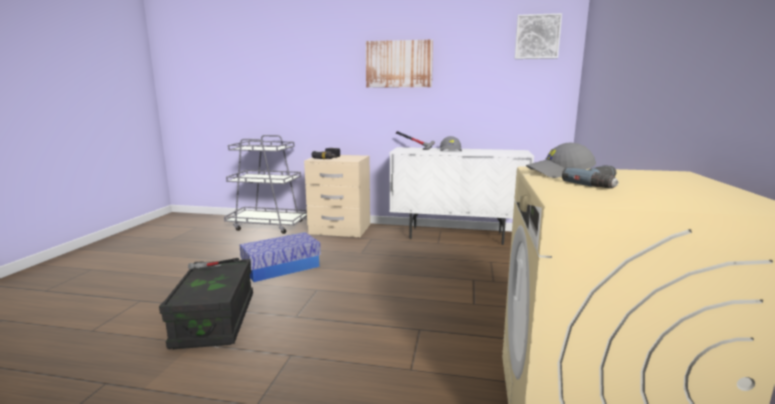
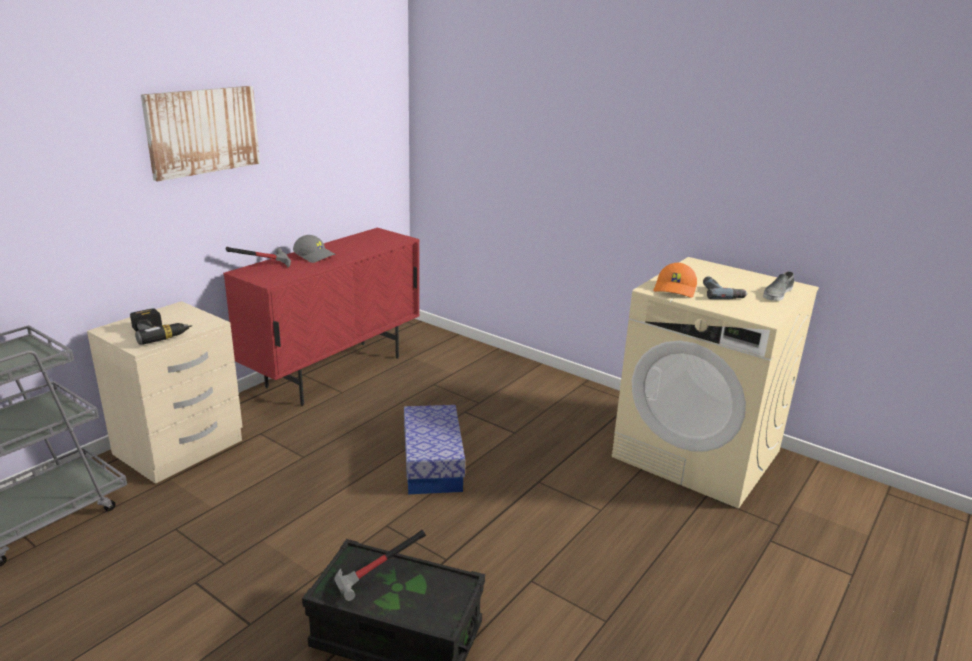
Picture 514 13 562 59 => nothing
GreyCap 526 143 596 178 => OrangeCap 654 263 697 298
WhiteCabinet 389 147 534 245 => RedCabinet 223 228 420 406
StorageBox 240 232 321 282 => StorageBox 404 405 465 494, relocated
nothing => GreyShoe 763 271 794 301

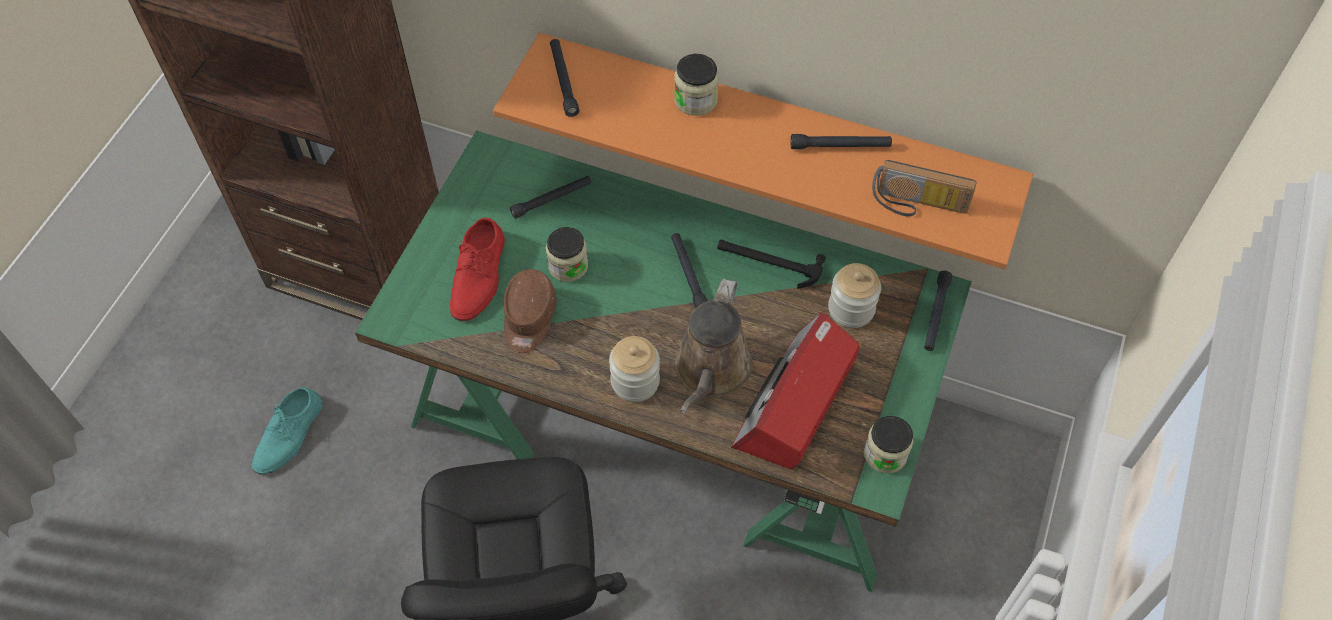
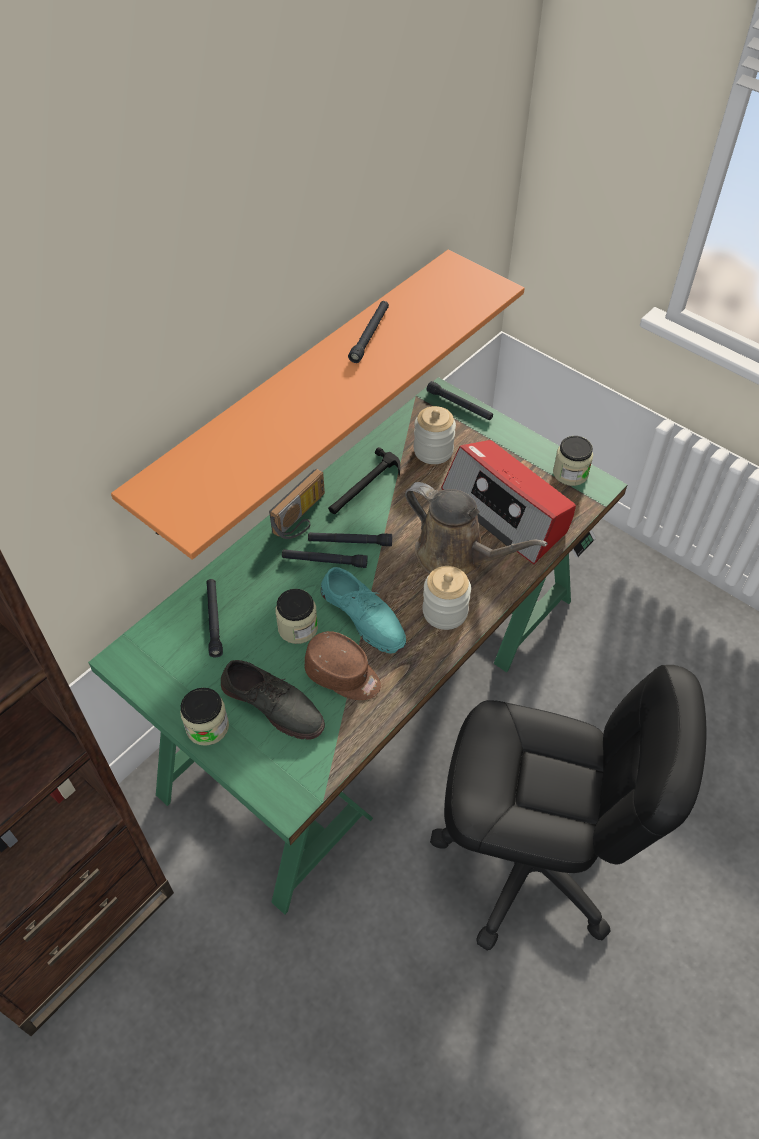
BlackFlashlight 550 39 579 117 => BlackFlashlight 282 549 368 568, relocated
Jar 674 54 719 116 => Jar 180 688 229 746, relocated
Radio 872 160 977 217 => Radio 269 469 325 539, relocated
RedShoe 450 218 505 321 => GreyShoe 221 660 325 740
TurquoiseShoe 252 387 323 475 => TurquoiseShoe 321 567 406 654, relocated

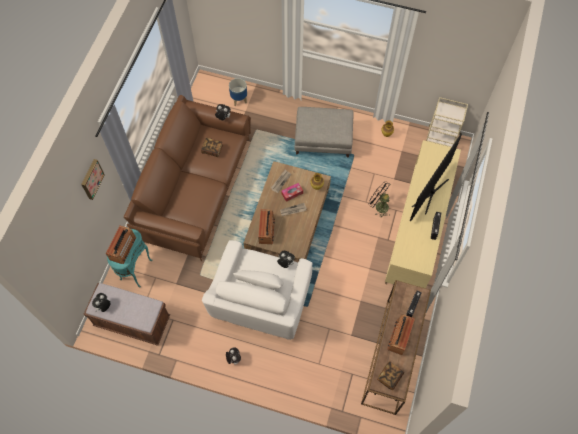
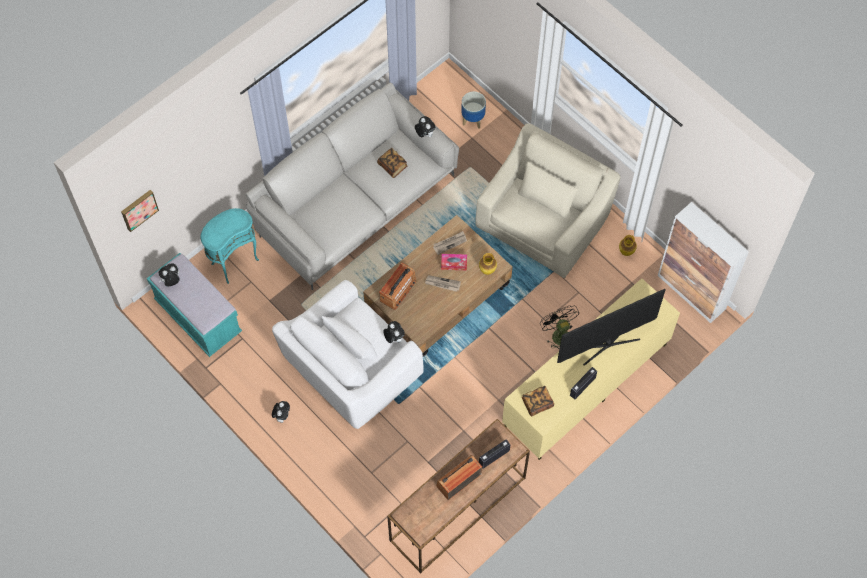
BrownSofa 124 95 251 261 => GreySofa 245 83 459 290
BeigeCart 426 97 468 147 => Cabinet 658 202 749 323
GreyOttoman 295 107 353 157 => BeigeArmchair 476 123 621 278
Picture 81 159 105 200 => Picture 121 190 159 232, relocated
Radio 106 226 136 264 => nothing
BrownBench 84 283 170 346 => TurquoiseBench 147 253 242 357
Book 377 361 404 390 => Book 522 386 554 417, relocated

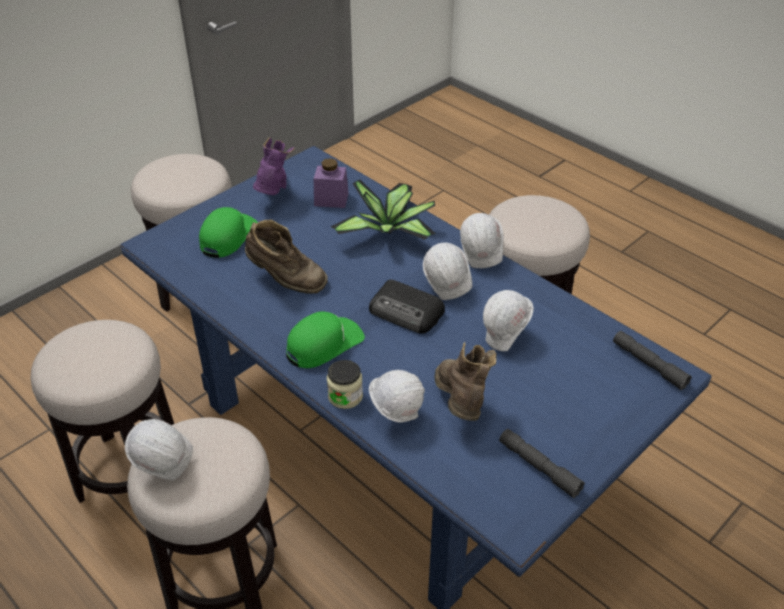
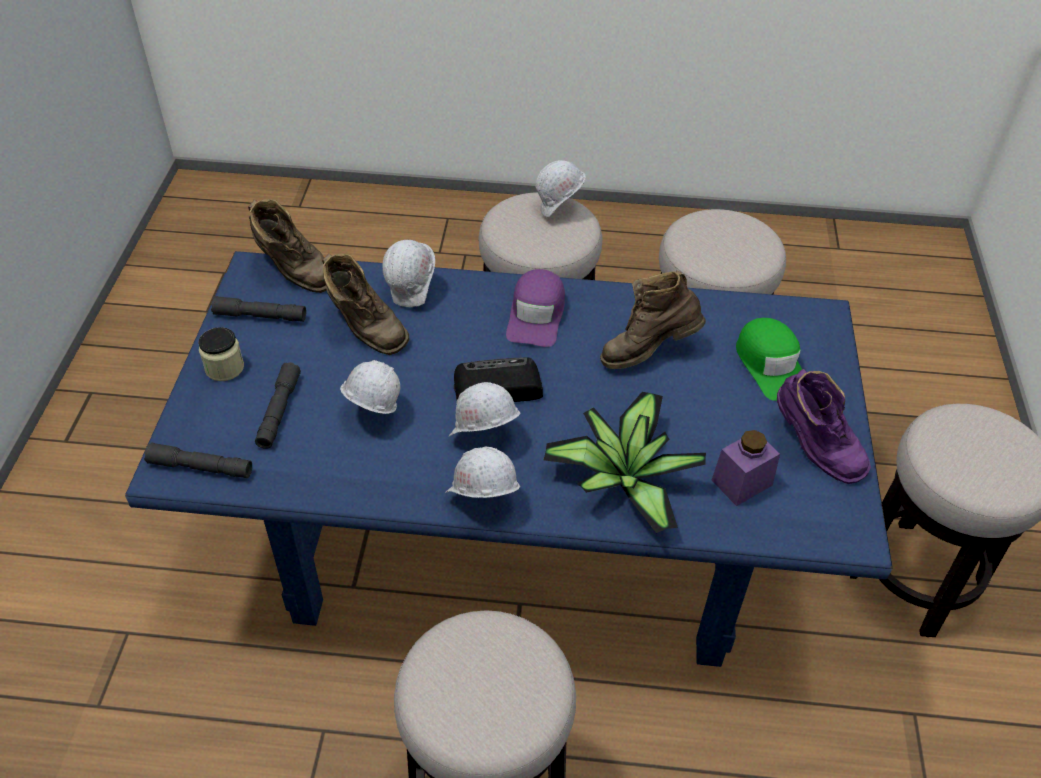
GreenCap 286 312 365 368 => PurpleCap 506 269 565 347
Jar 327 360 363 409 => Jar 198 327 244 381, relocated
nothing => BrownBoot 248 199 327 293
nothing => GreyFlashlight 255 362 301 449

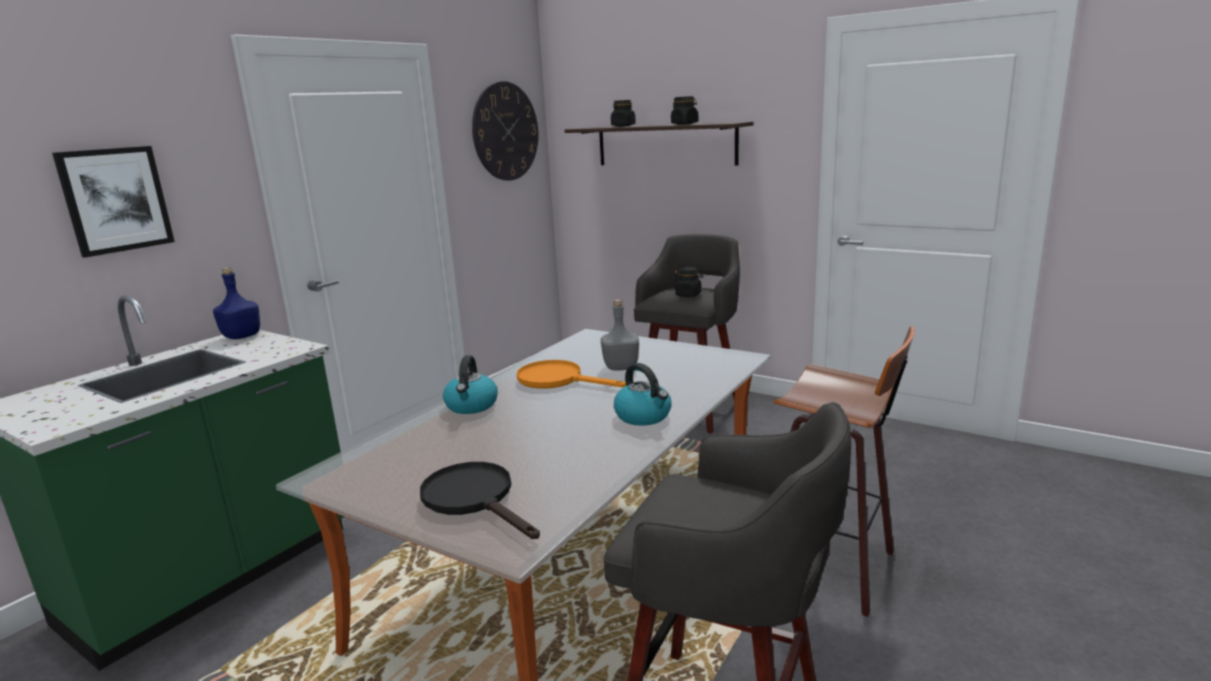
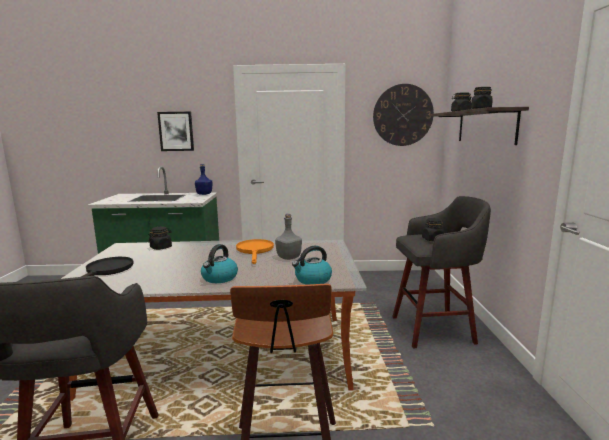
Kettle 443 355 498 414 => Kettle 292 246 332 285, relocated
nothing => BlackJar 148 227 172 250

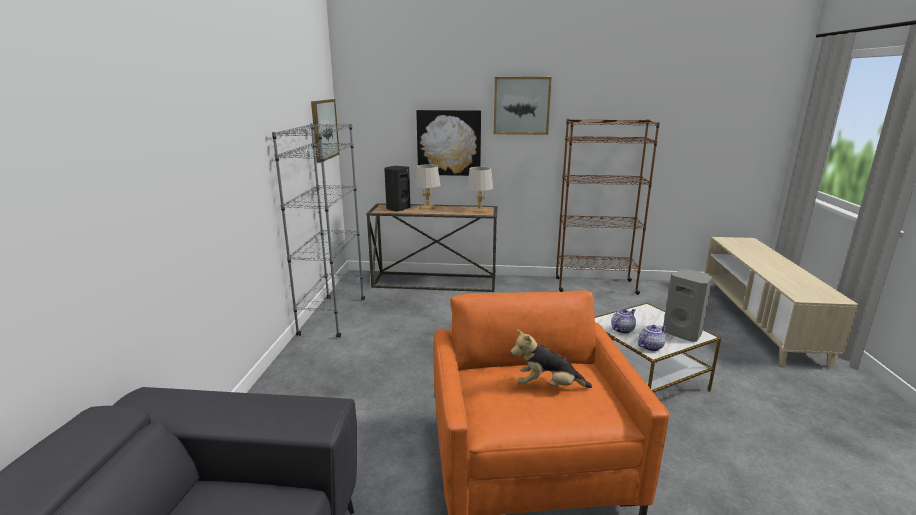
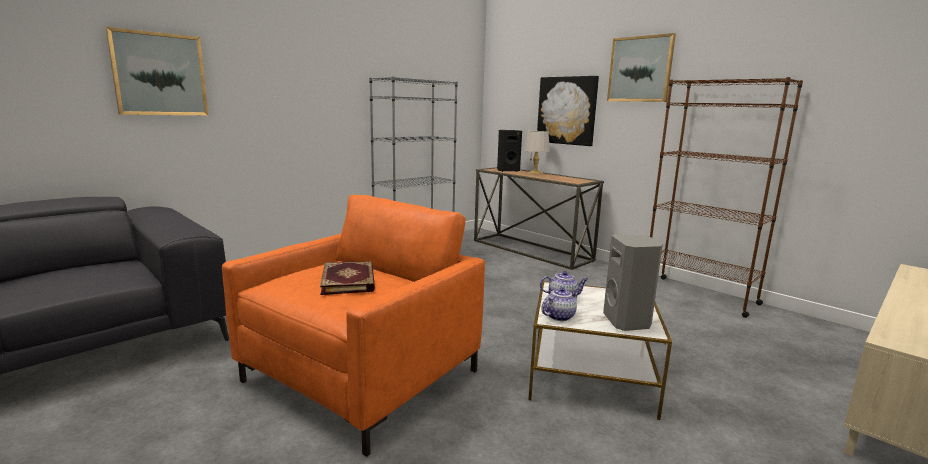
Picture 311 99 339 163 => Picture 105 27 208 115, relocated
GreyTableLamp 467 167 493 212 => nothing
Teapot 638 325 667 351 => Teapot 541 287 579 321, 45 degrees counterclockwise
PlushToy 511 329 592 388 => Book 320 261 375 295

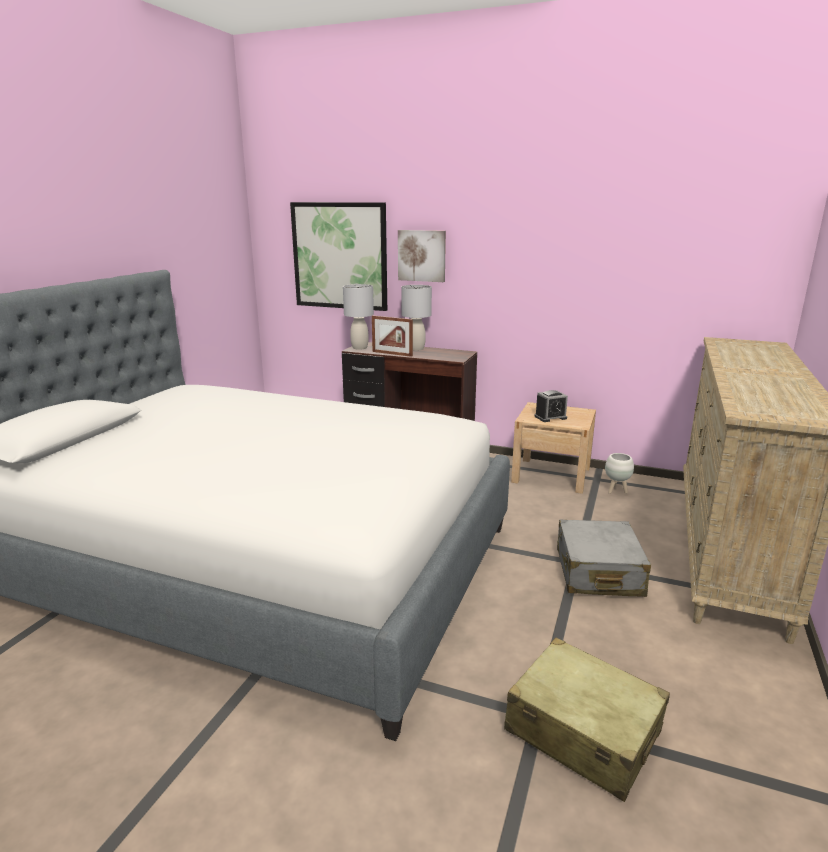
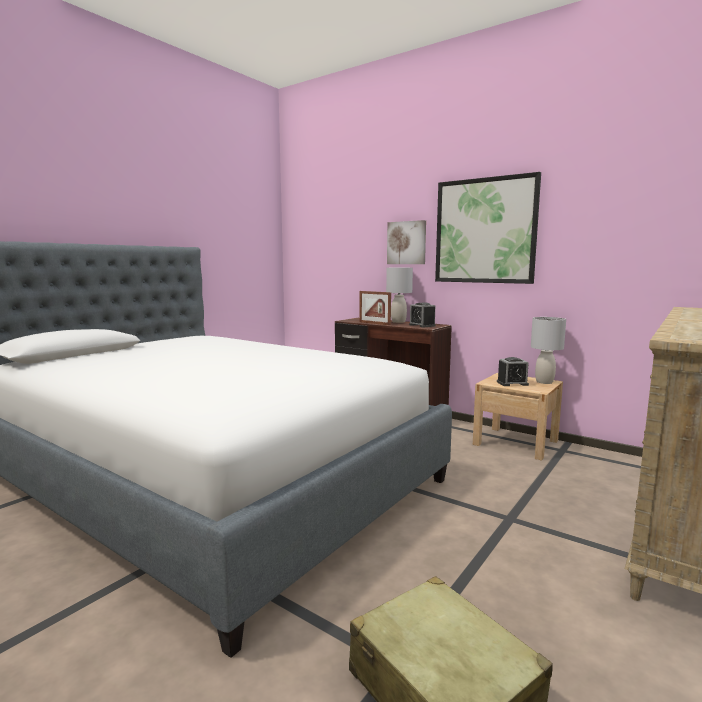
Picture 290 202 387 311 => Picture 435 172 541 284, relocated
GreyTableLamp 343 284 374 350 => GreyTableLamp 531 317 566 384, relocated
WhitePlanter 605 453 634 494 => nothing
GreySuitcase 557 519 651 597 => nothing
nothing => AlarmClock 409 302 436 327

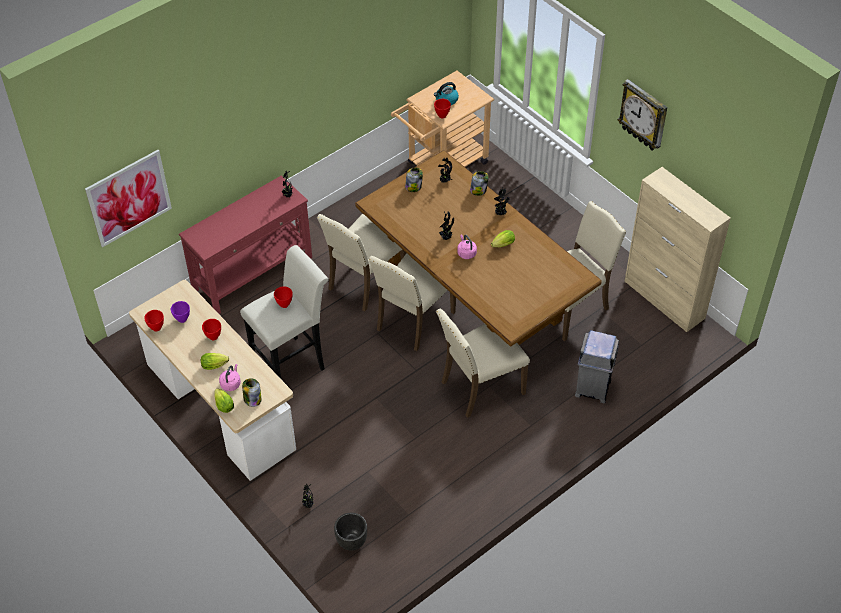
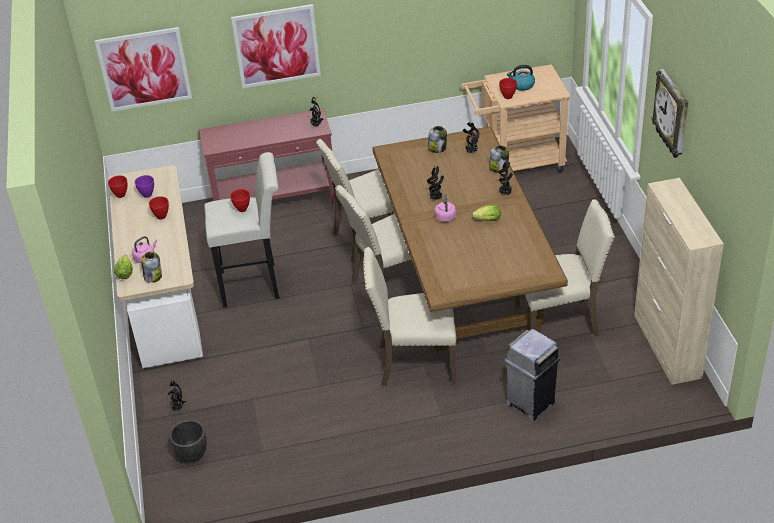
Lettuce 201 353 229 370 => nothing
nothing => Picture 231 4 321 89

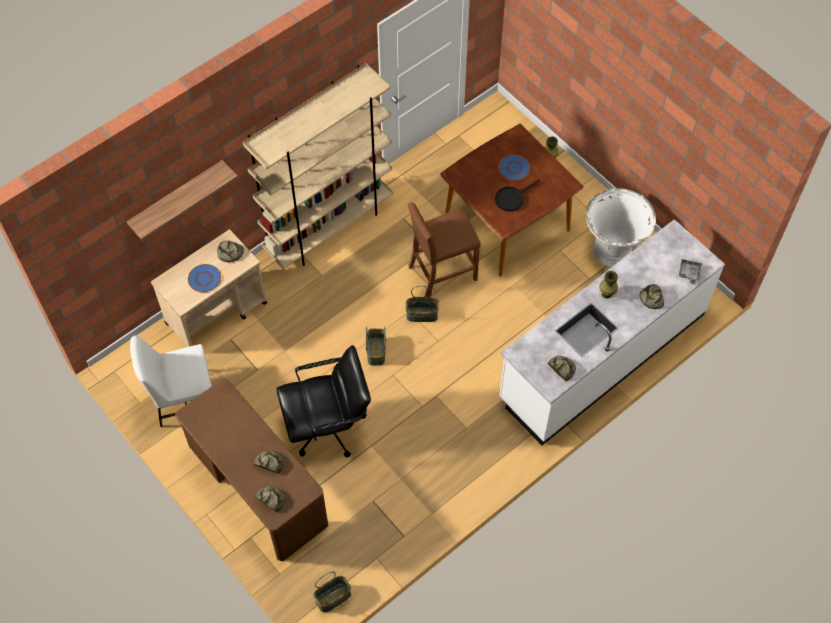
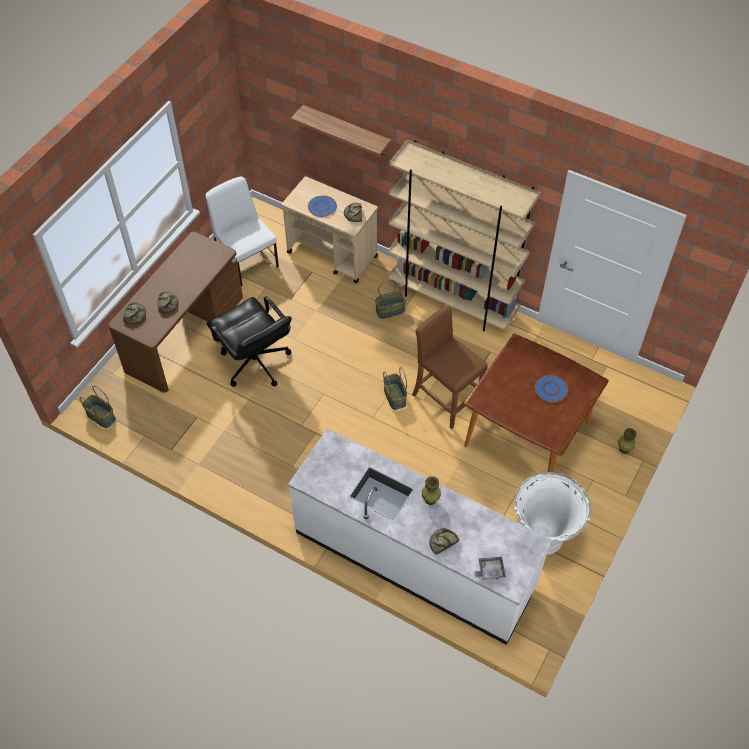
BlackFryingPan 495 180 540 211 => nothing
Basket 366 327 386 366 => Basket 375 280 406 319, relocated
Bread 548 356 576 381 => nothing

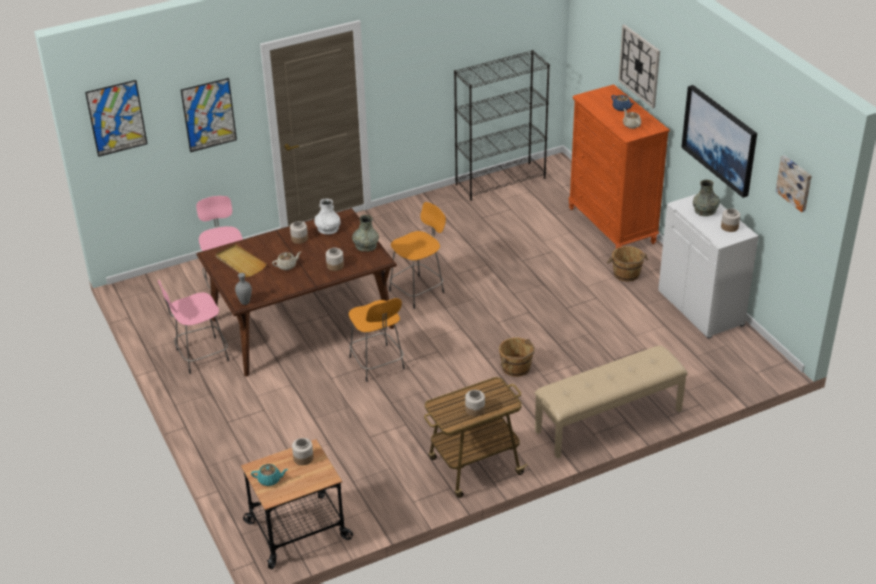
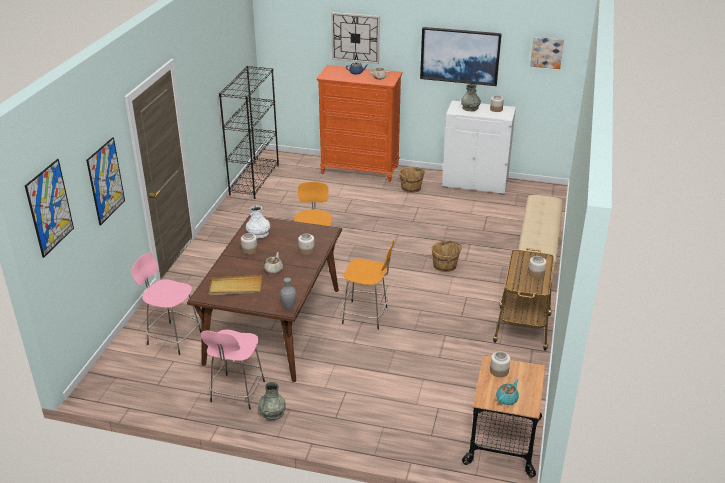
GreyVase 352 215 379 252 => GreyVase 258 382 286 420, relocated

